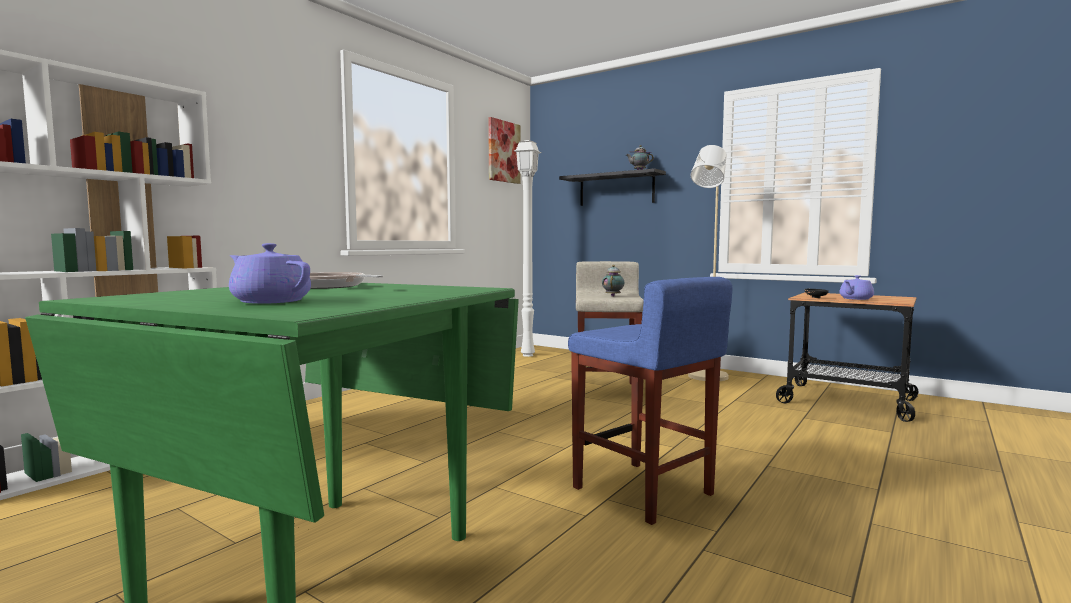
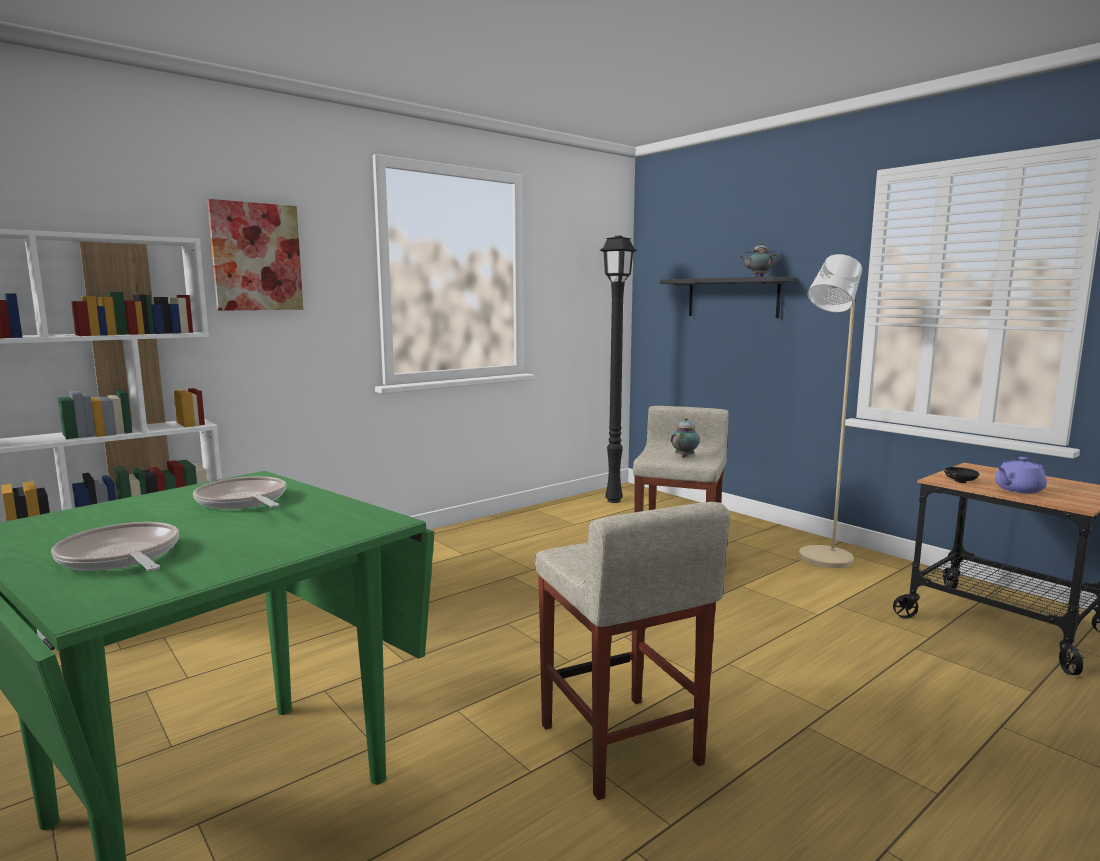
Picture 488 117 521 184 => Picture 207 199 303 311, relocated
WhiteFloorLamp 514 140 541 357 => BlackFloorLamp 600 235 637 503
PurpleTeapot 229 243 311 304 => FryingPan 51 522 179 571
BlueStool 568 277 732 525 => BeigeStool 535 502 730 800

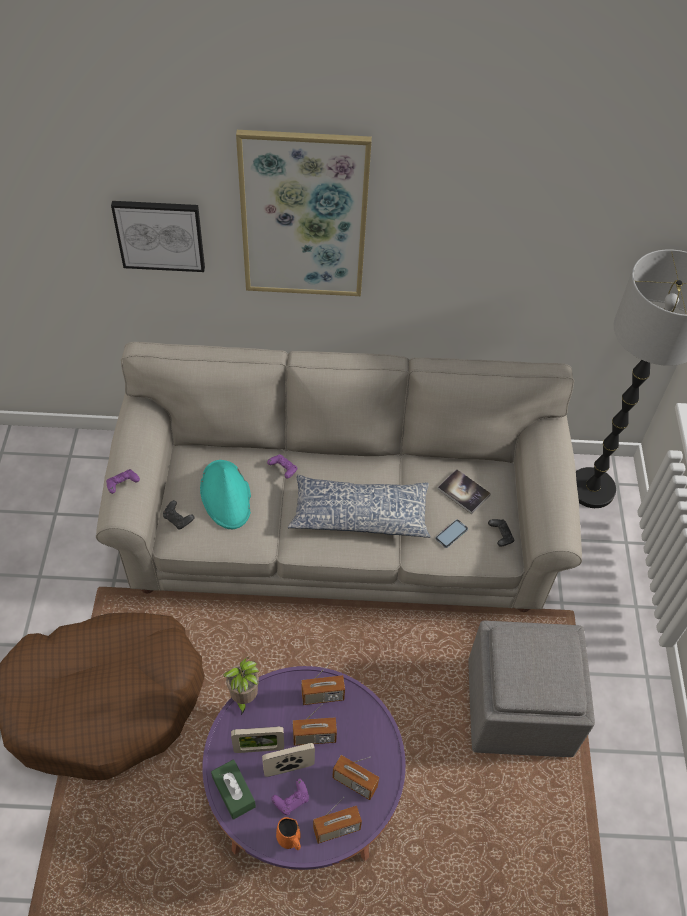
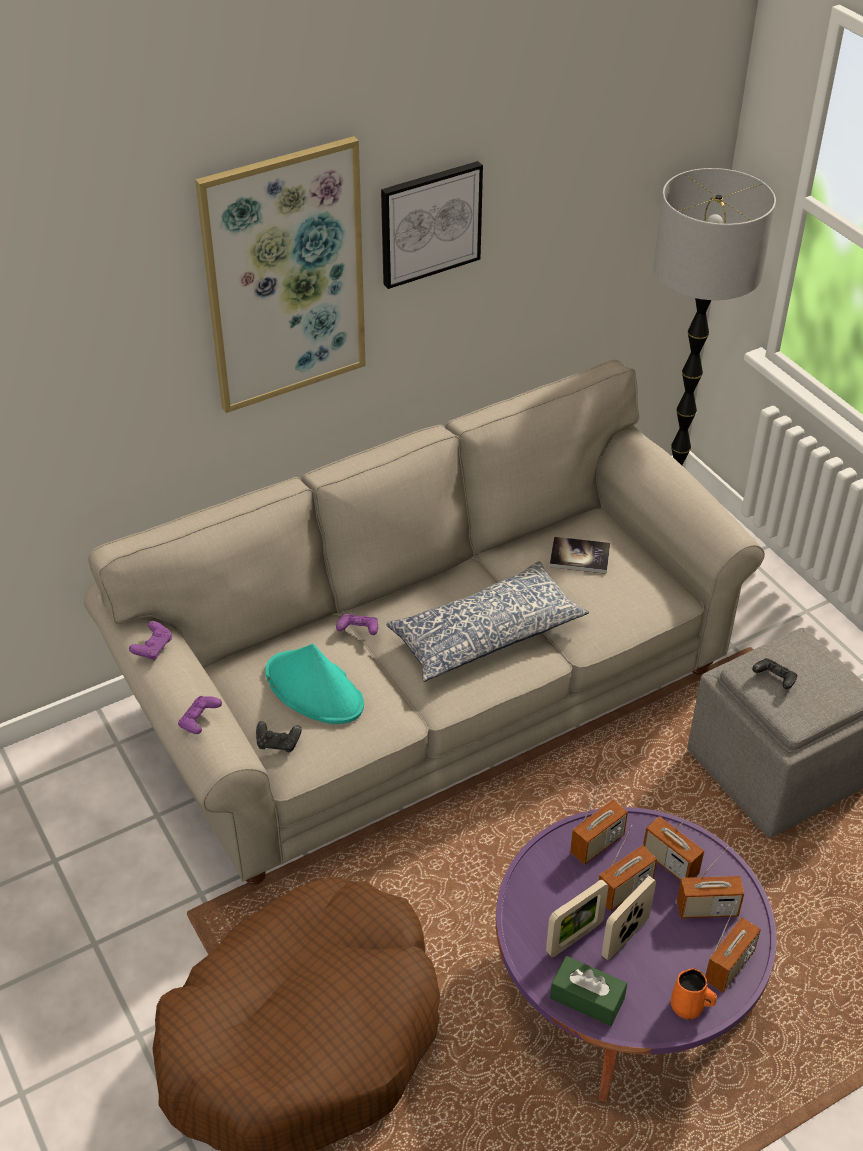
Picture 111 201 205 272 => Picture 381 161 483 289, relocated
Phone 435 519 468 548 => nothing
BlackGameController 488 519 514 547 => BlackGameController 752 658 797 689, relocated
PottedPlant 223 657 259 715 => nothing
PurpleGameController 271 779 309 815 => PurpleGameController 129 621 172 661, relocated
nothing => Radio 643 811 704 881

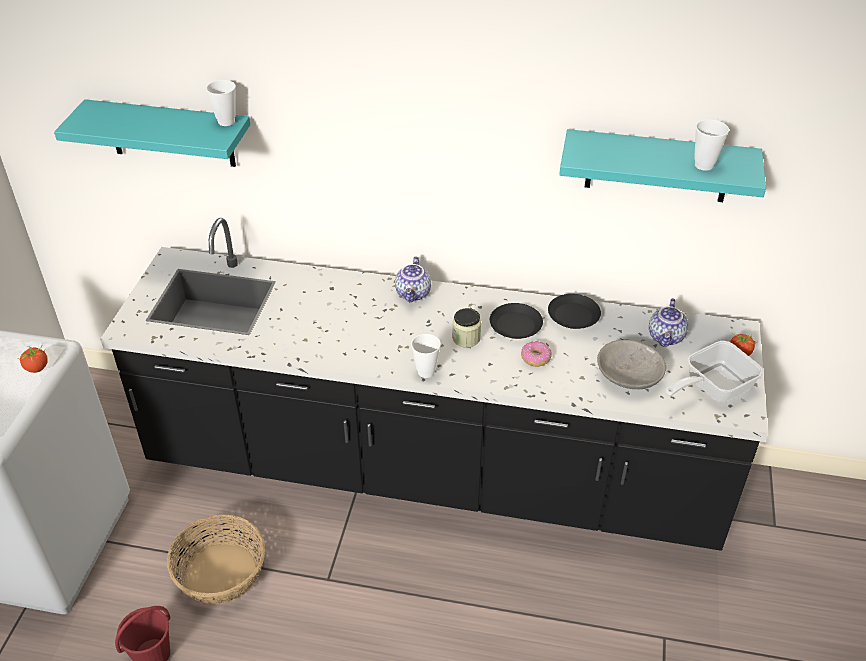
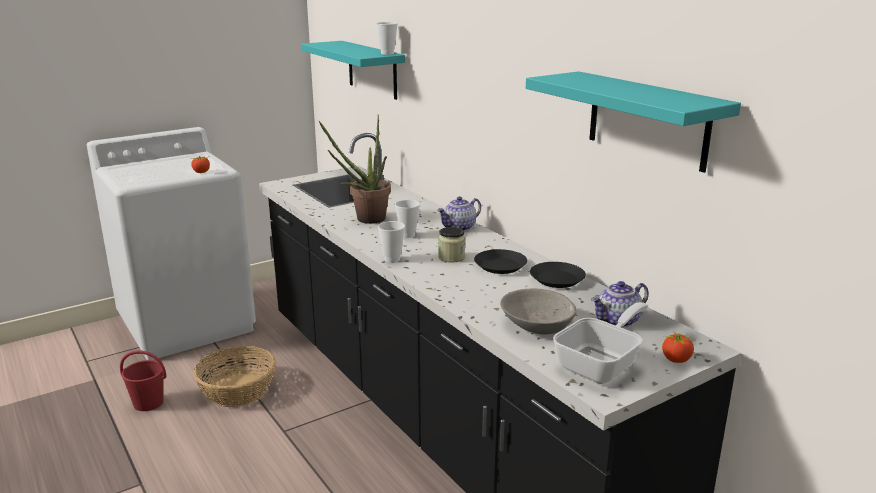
Cup 694 119 729 171 => Cup 395 200 420 238, relocated
Donut 521 341 552 367 => nothing
FryingPan 665 341 763 402 => FryingPan 553 302 648 383, 120 degrees clockwise
nothing => PottedPlant 319 115 391 224

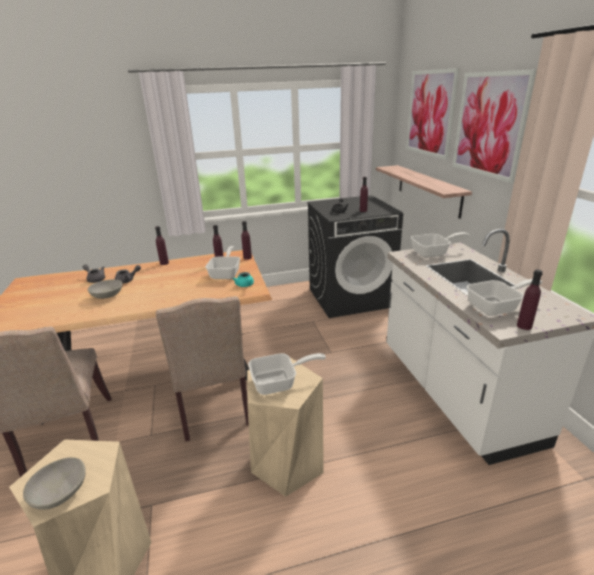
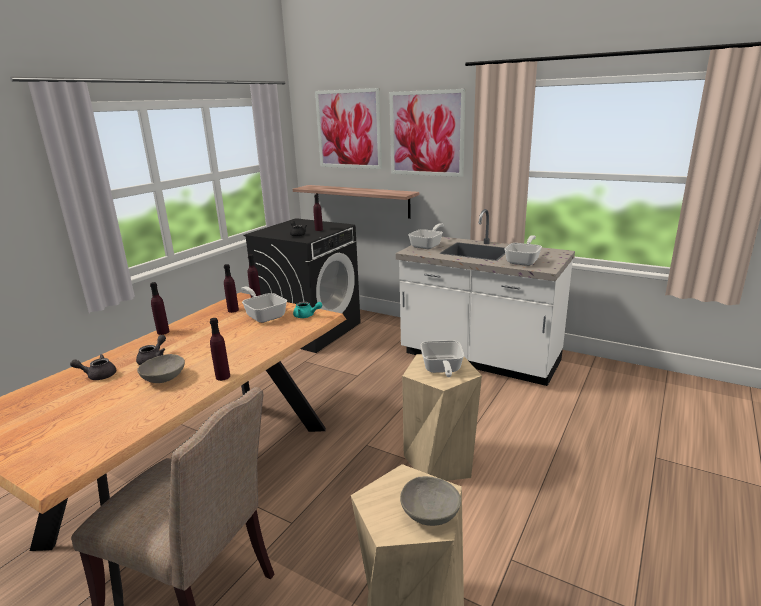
PurpleBottle 517 269 543 330 => PurpleBottle 210 318 230 381, relocated
BeigeChair 156 296 249 442 => nothing
FryingPan 248 353 326 395 => FryingPan 420 340 464 377, 150 degrees clockwise

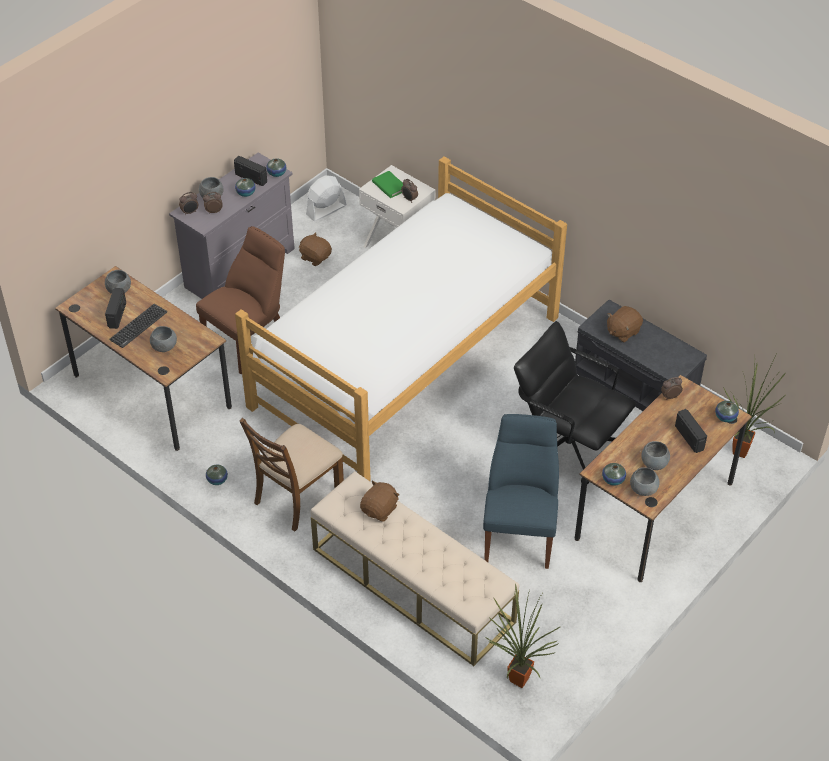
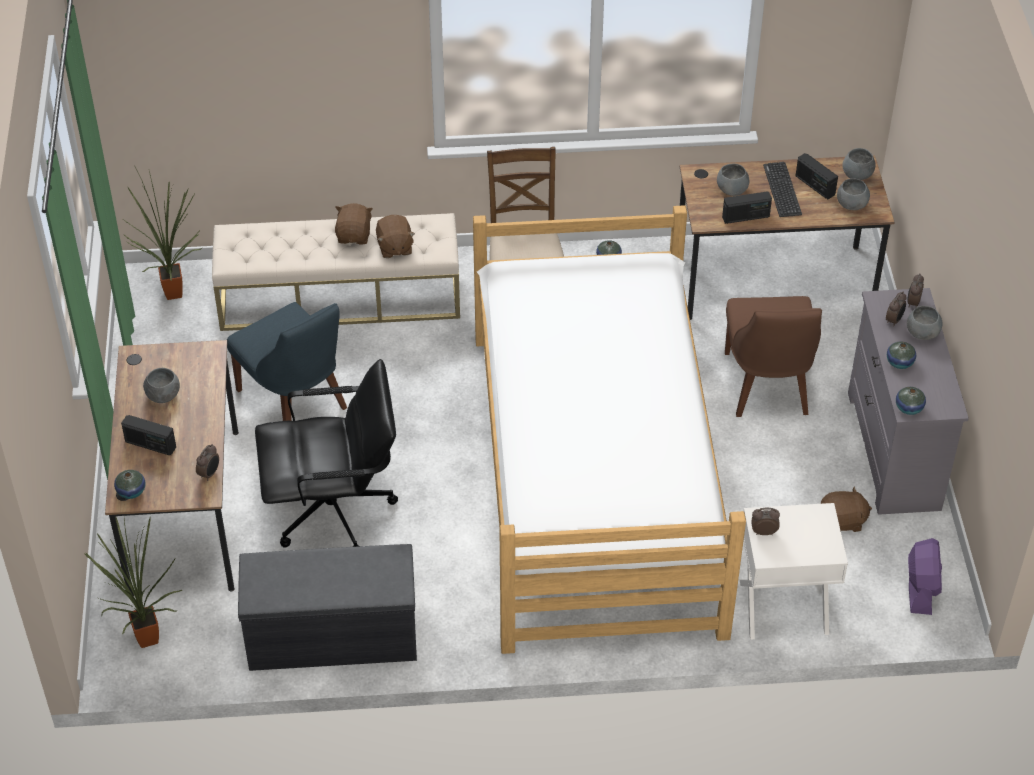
Radio 234 156 267 186 => Radio 722 192 772 224, relocated
GreenBook 372 171 403 198 => nothing
WhiteFan 306 175 346 221 => PurpleFan 908 538 942 615
BrownPlushToy 607 306 643 342 => BrownPlushToy 335 203 373 244, relocated
Vase 602 463 626 486 => nothing
GreyBowl 630 467 659 496 => GreyBowl 842 148 876 180, relocated

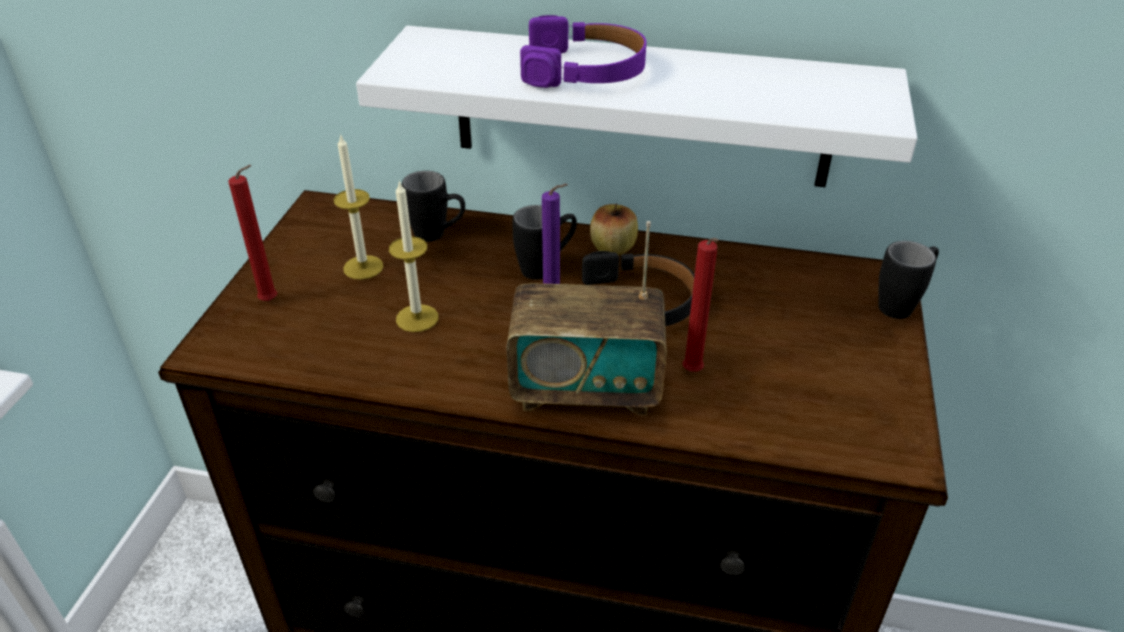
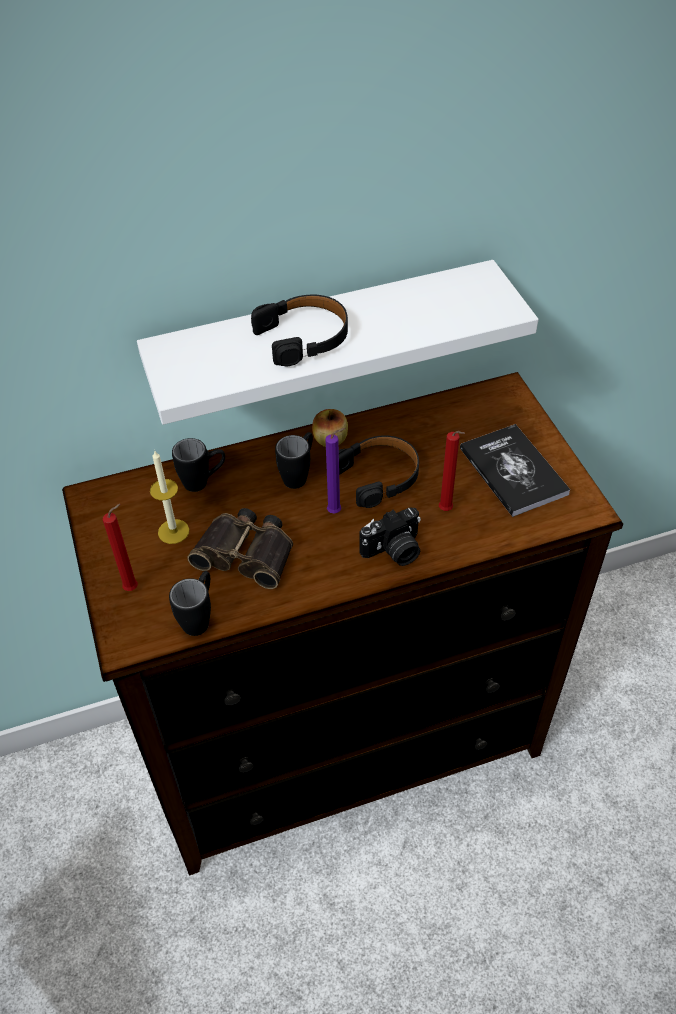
PurpleHeadphones 520 15 646 88 => BlackHeadphones 251 294 348 367
Candle 389 180 438 332 => Binoculars 187 508 293 589
Radio 507 221 667 416 => PhotoCamera 359 507 421 566
BlackMug 878 241 939 319 => BlackMug 169 571 211 636, relocated
nothing => Book 460 424 570 517

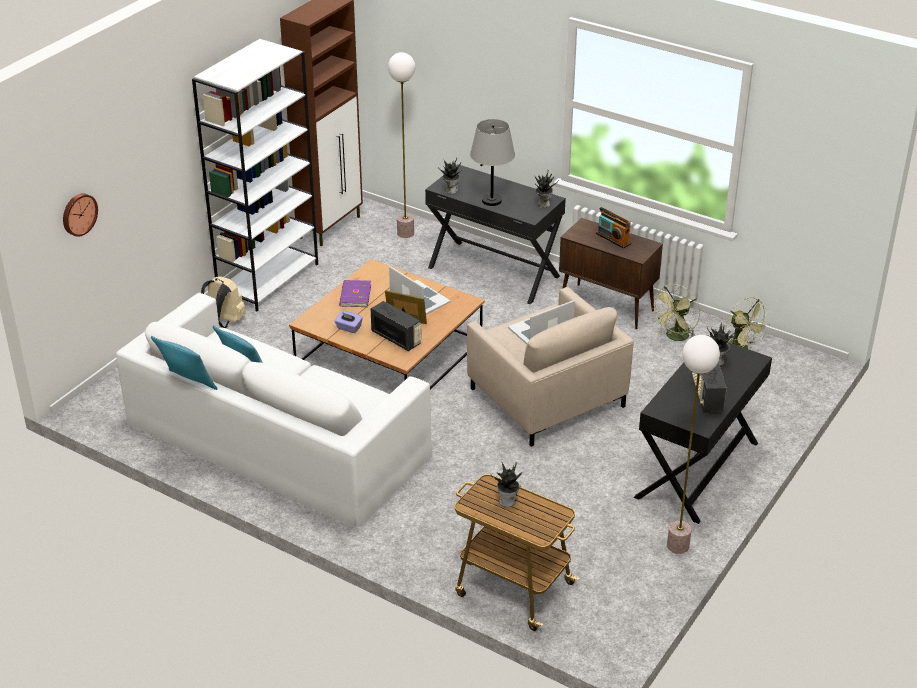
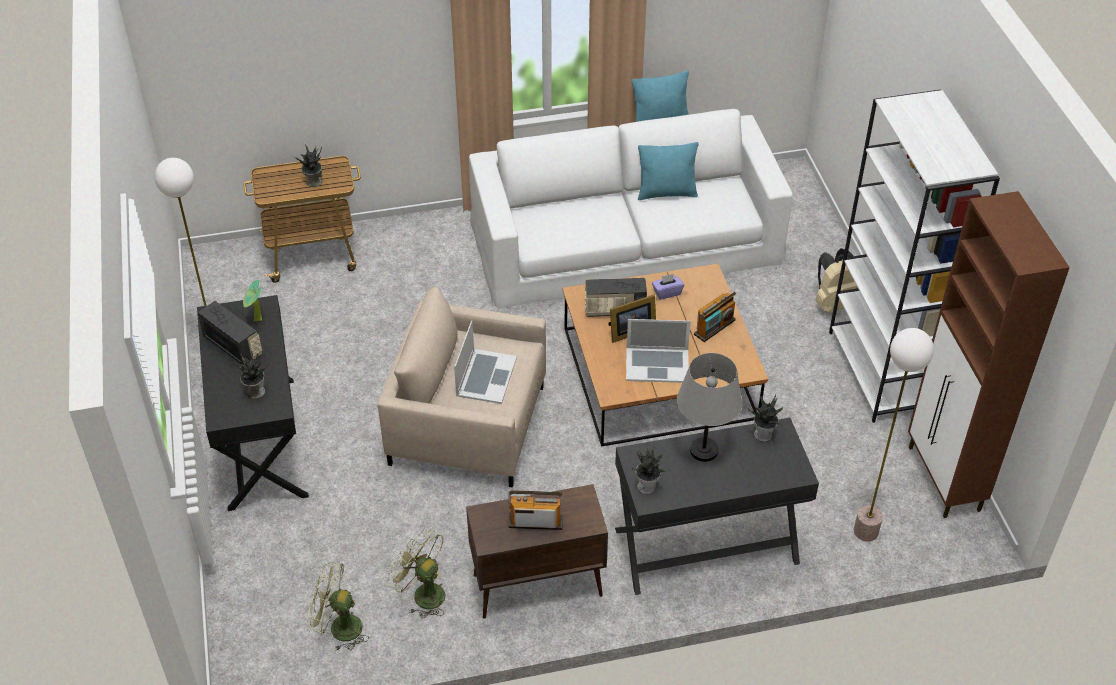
WallClock 63 193 98 237 => nothing
PurpleBook 339 280 371 307 => Radio 694 292 736 342
GreenFan 651 284 700 341 => GreenFan 387 529 445 618, 45 degrees counterclockwise
nothing => PottedPlant 243 280 262 321

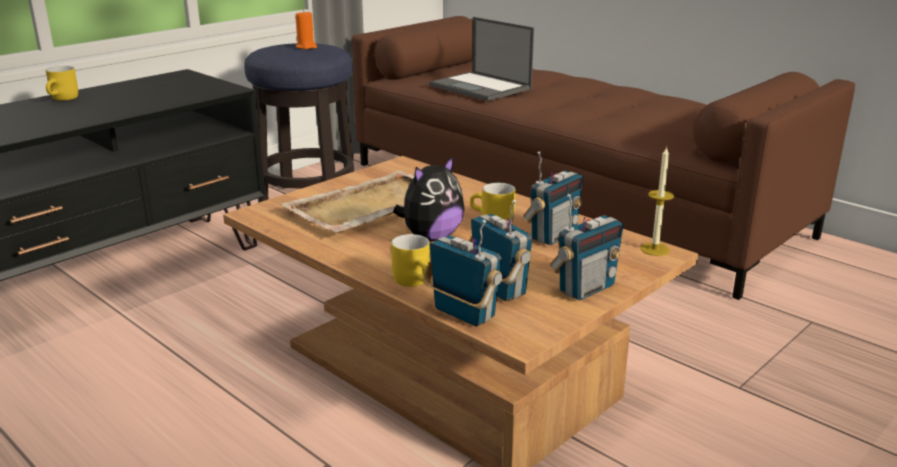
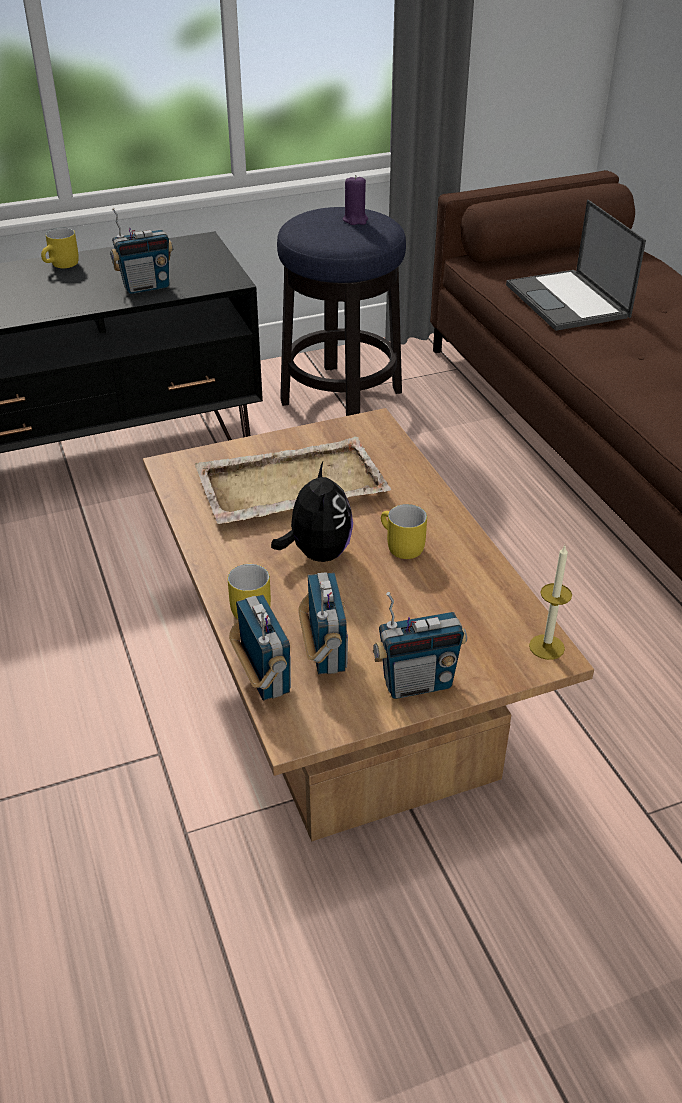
OrangeCandle 295 10 317 49 => PurpleCandle 343 175 368 225
Radio 523 151 583 245 => Radio 110 208 173 294, relocated
PlushToy 393 155 465 241 => PlushToy 271 462 353 562, 75 degrees counterclockwise

